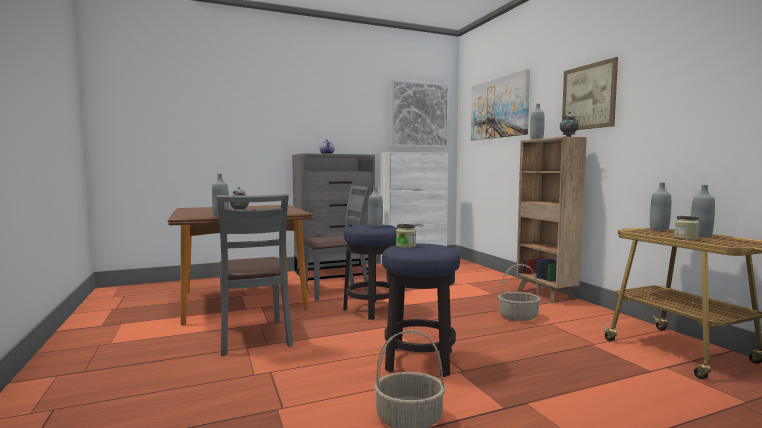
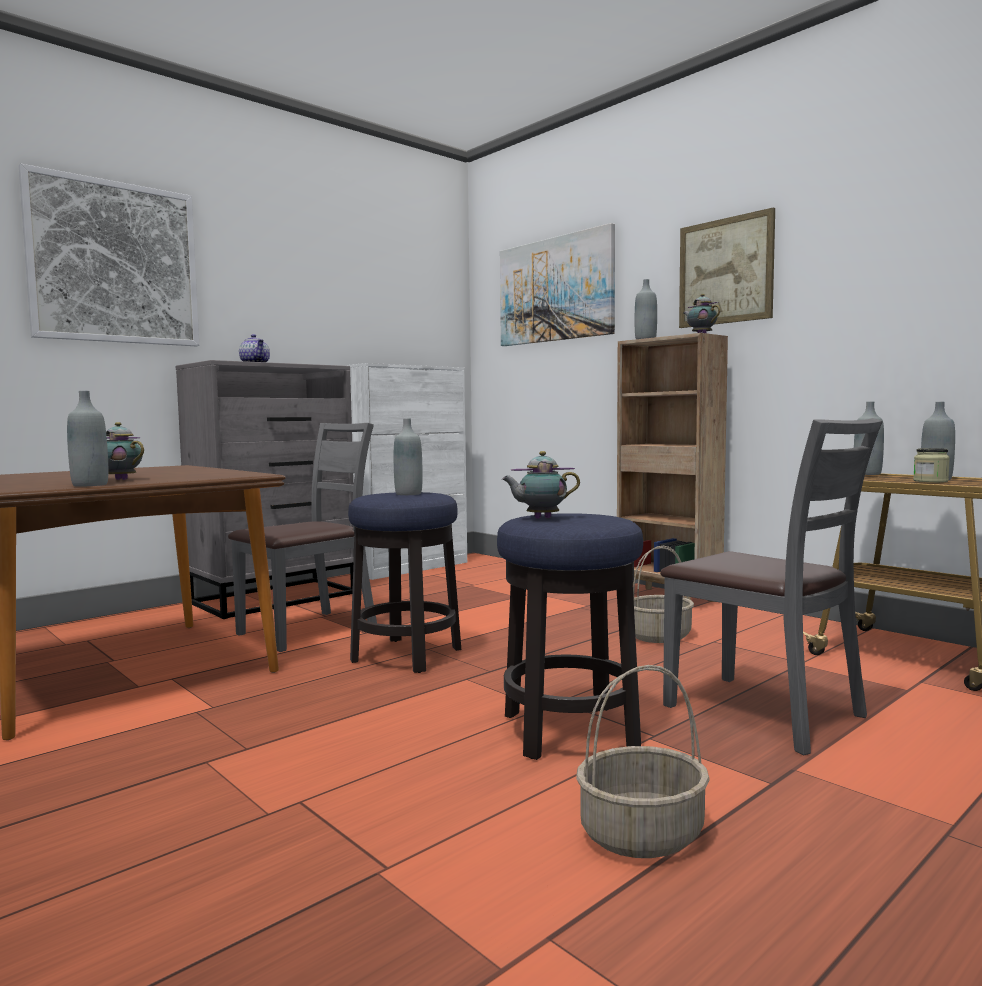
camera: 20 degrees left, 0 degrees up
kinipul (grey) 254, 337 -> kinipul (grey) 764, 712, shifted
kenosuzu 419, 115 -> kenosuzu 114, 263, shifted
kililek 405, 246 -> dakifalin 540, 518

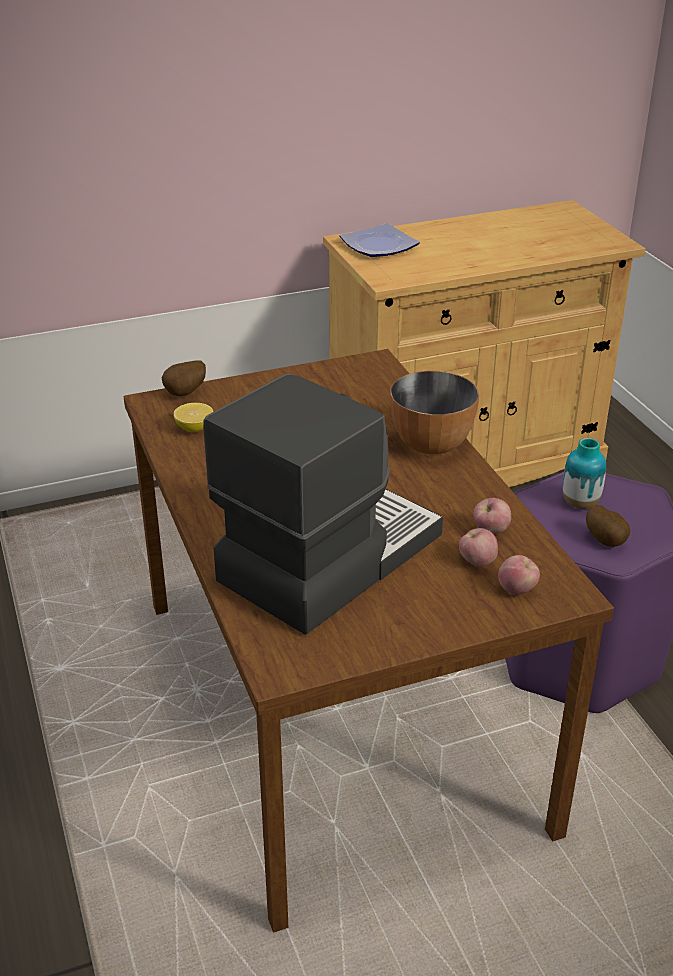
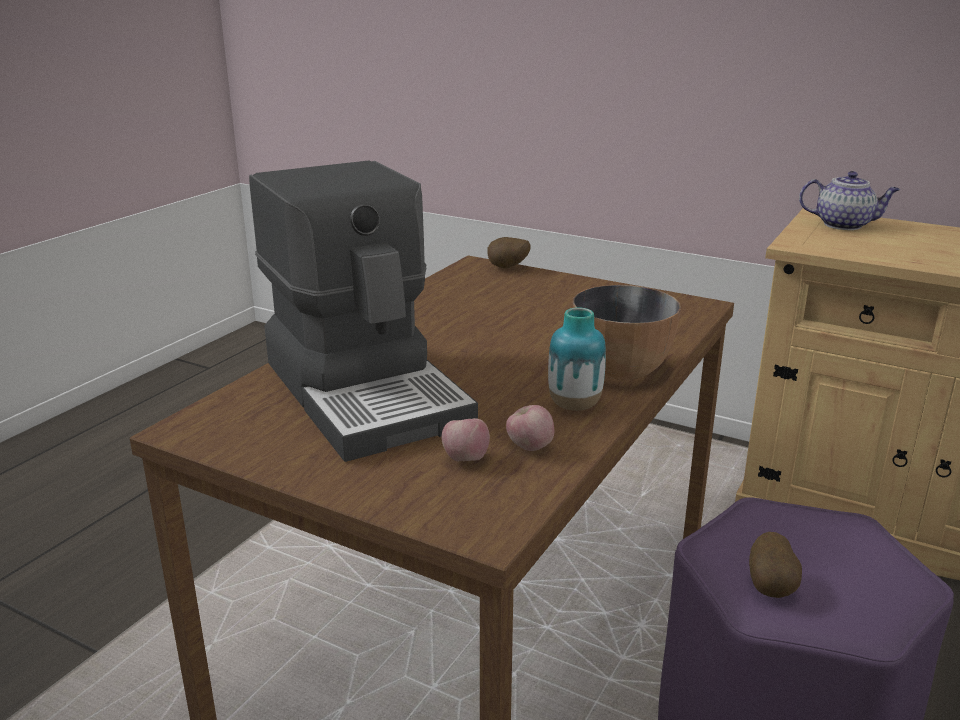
camera: 50 degrees right, 10 degrees down
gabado 194, 428 -> none
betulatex 327, 557 -> betulatex 368, 391, 60 degrees clockwise
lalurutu 379, 245 -> dakifalin 844, 225
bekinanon 517, 589 -> none
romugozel 580, 503 -> romugozel 574, 405, shifted

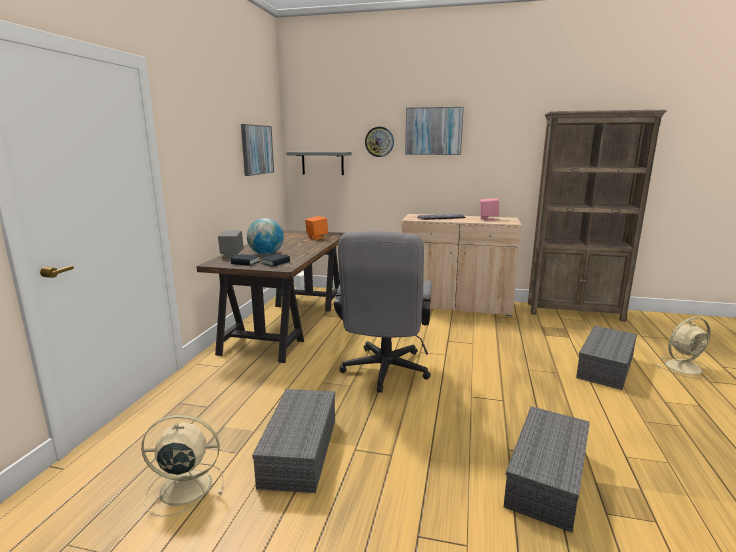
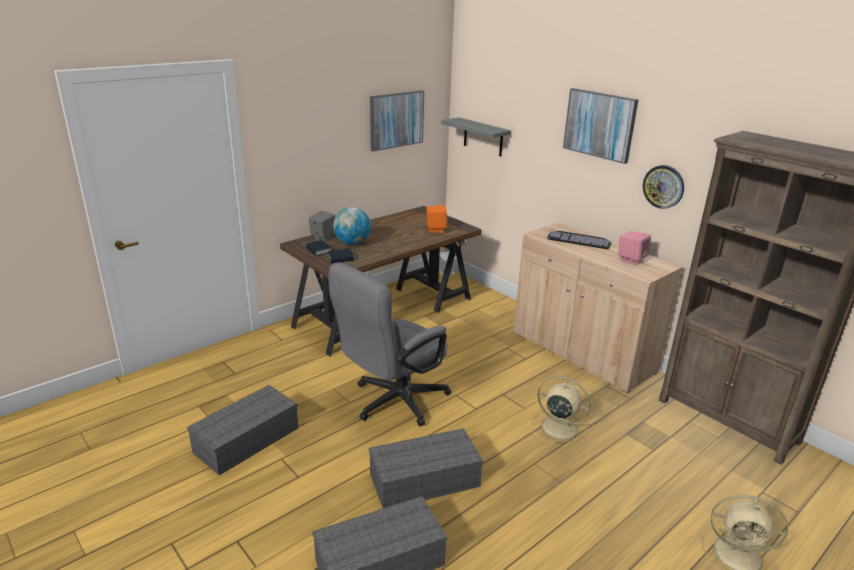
camera: 35 degrees right, 10 degrees up
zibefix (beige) 183, 487 -> zibefix (beige) 557, 427, shifted
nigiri 379, 142 -> nigiri 663, 186, shifted
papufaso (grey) 606, 368 -> papufaso (grey) 423, 481, shifted

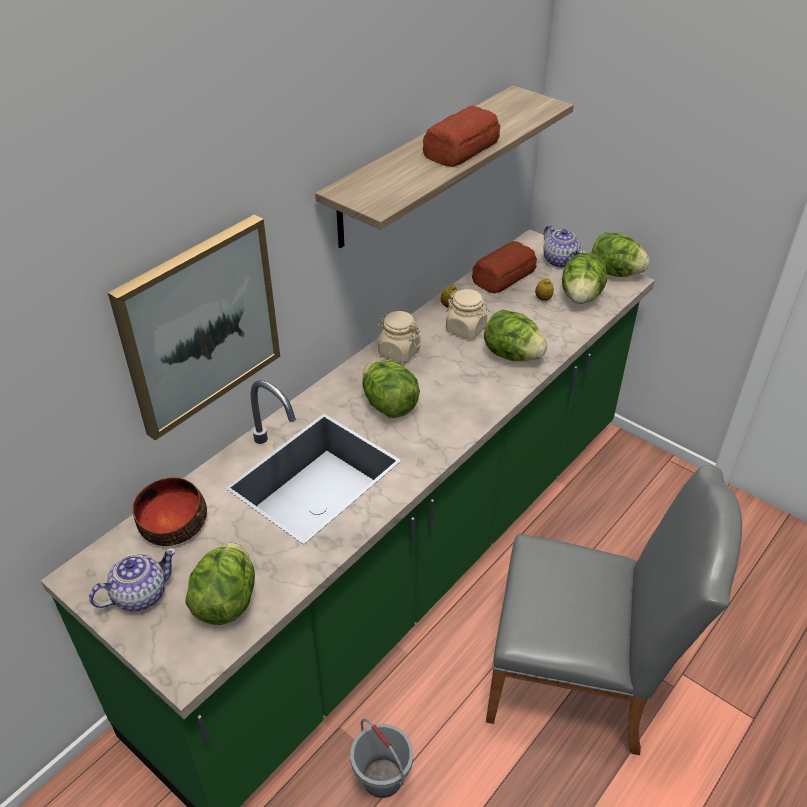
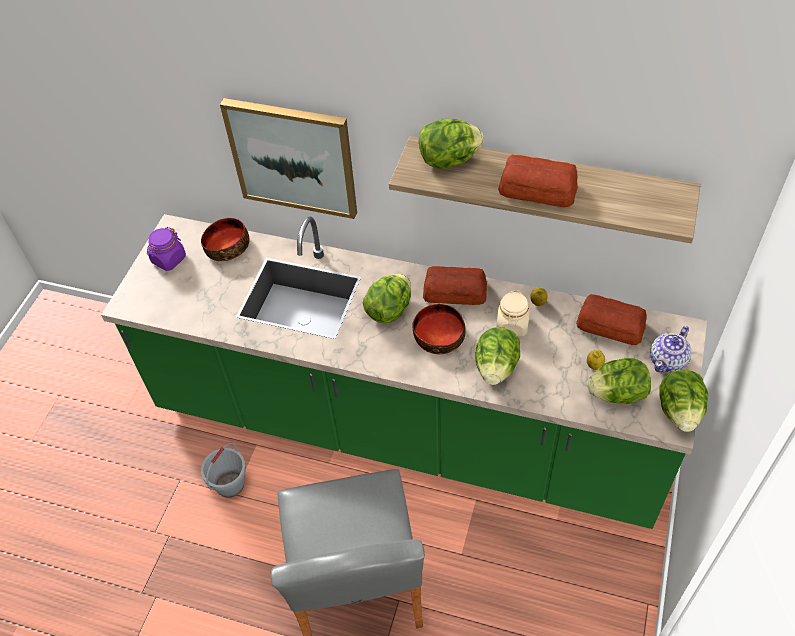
camera: 70 degrees right, 10 degrees up
dakifalin 139, 594 -> kililek (purple) 168, 259
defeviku 226, 601 -> defeviku 448, 160, shifted
kililek (beige) 399, 351 -> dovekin 455, 292
none -> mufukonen 438, 336

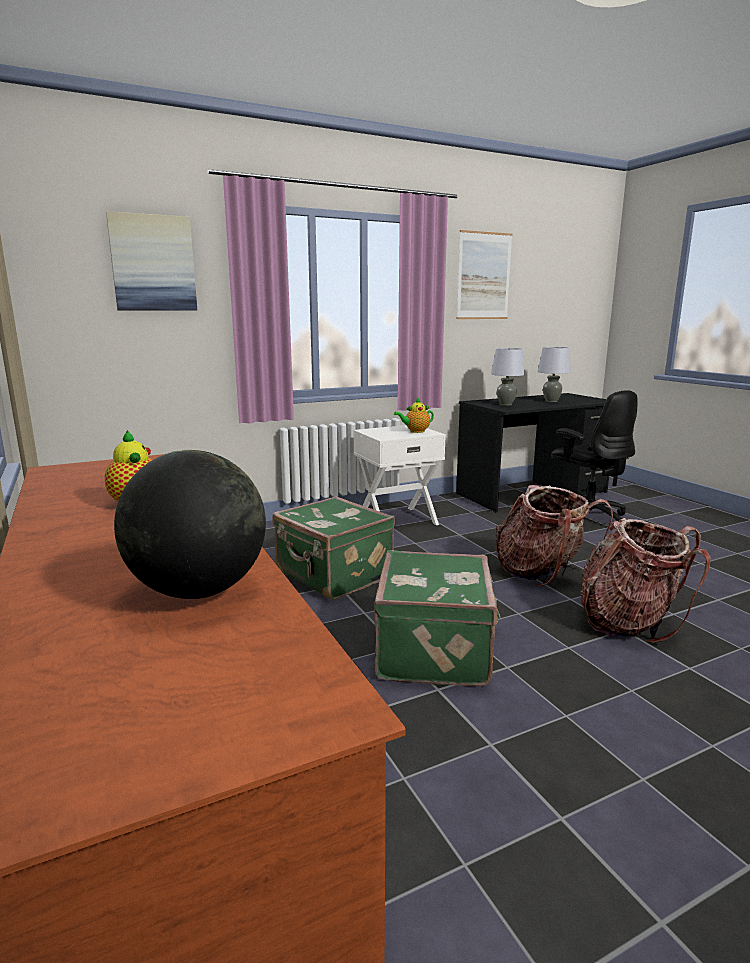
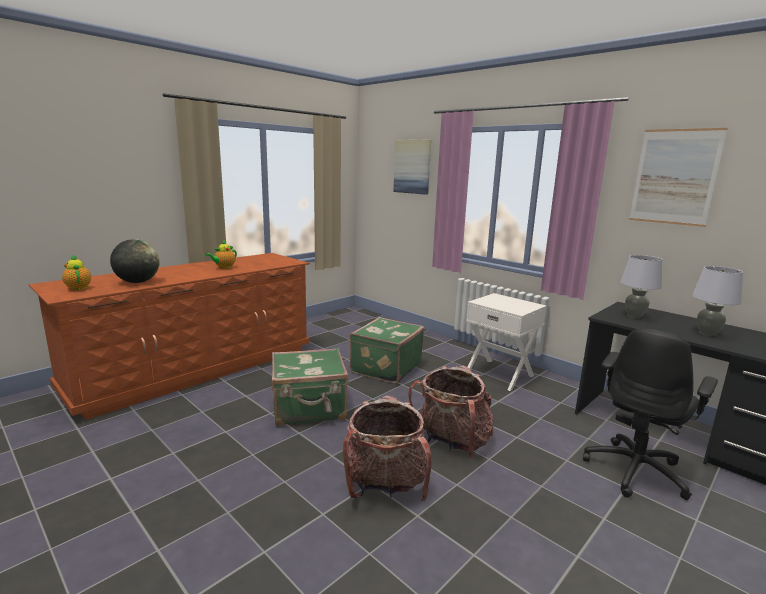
camera: 70 degrees right, 0 degrees up
dakifalin 415, 431 -> dakifalin 78, 287, shifted

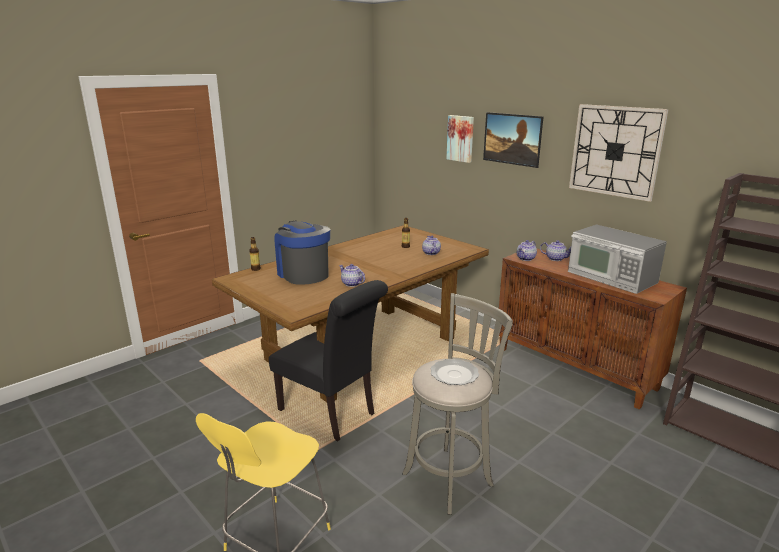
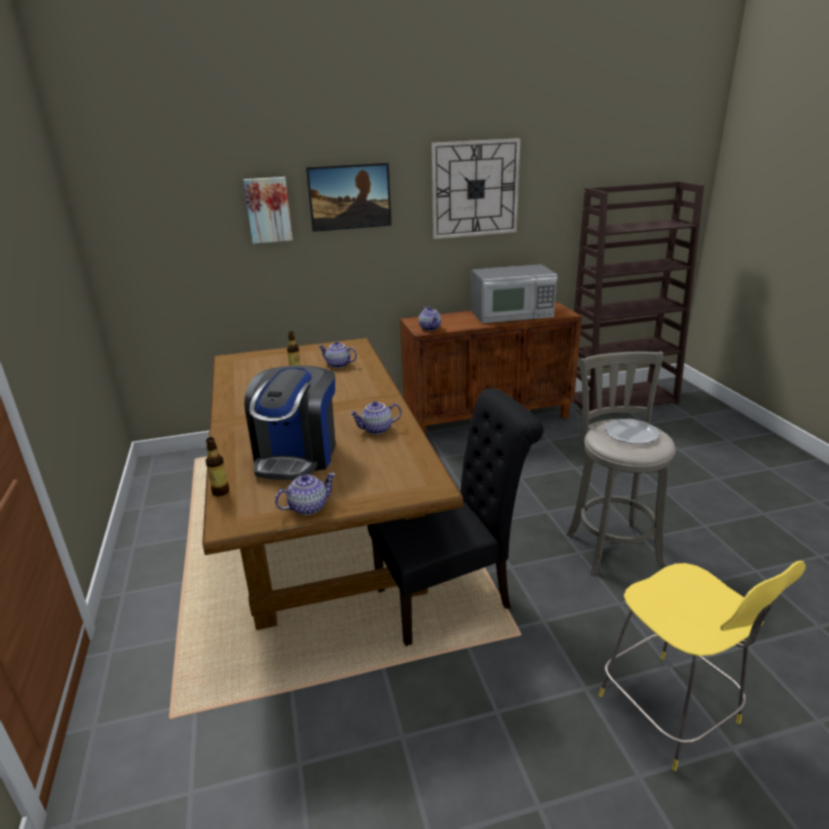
camera: 60 degrees left, 5 degrees up
betulatex 303, 274 -> betulatex 297, 456, 75 degrees counterclockwise
dakifalin 555, 258 -> dakifalin 307, 507, shifted

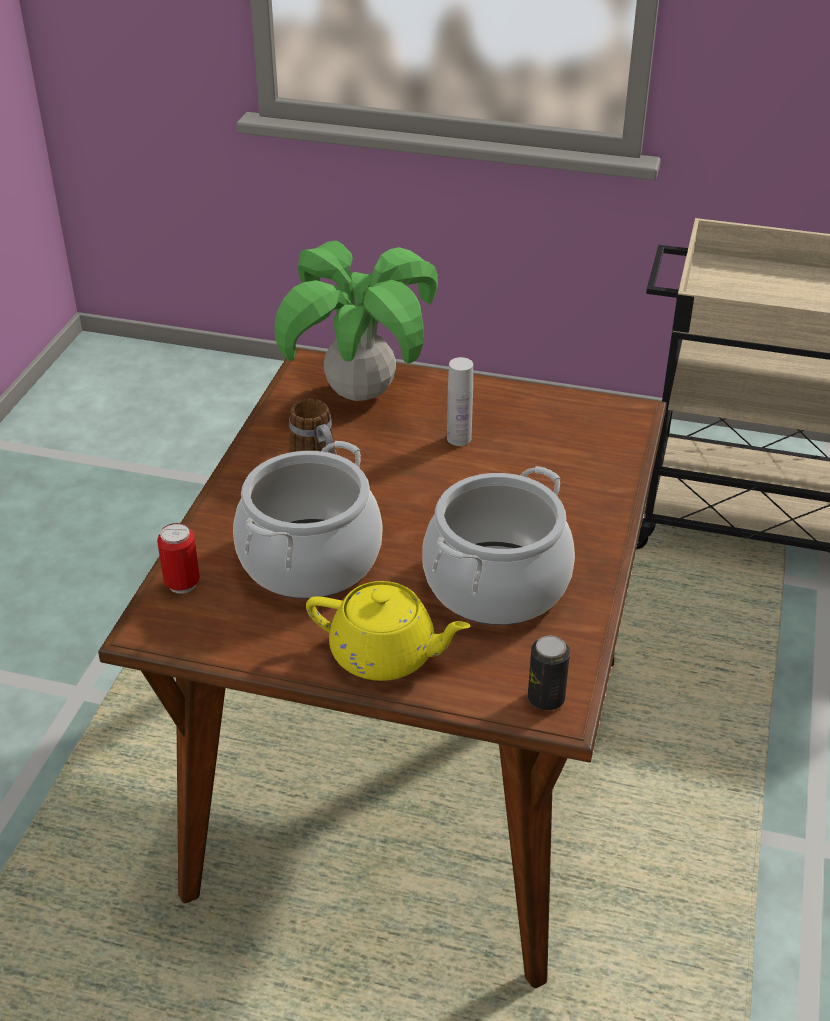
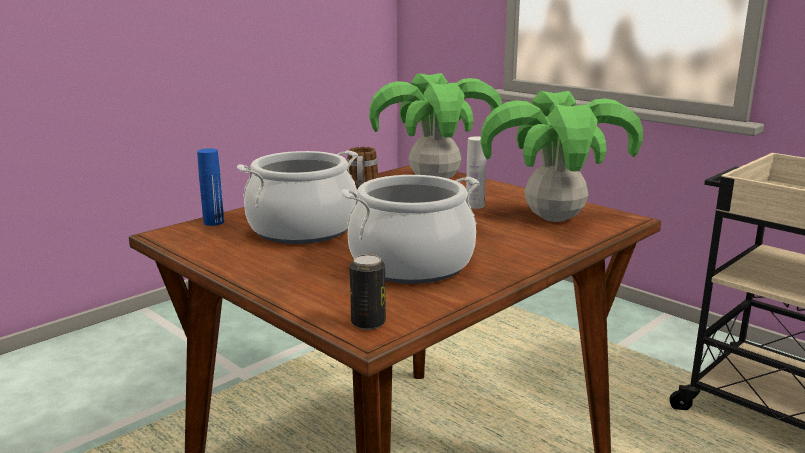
camera: 30 degrees right, 20 degrees down
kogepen 182, 584 -> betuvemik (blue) 214, 222
dakifalin (yellow) 385, 655 -> none
none -> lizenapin 553, 218

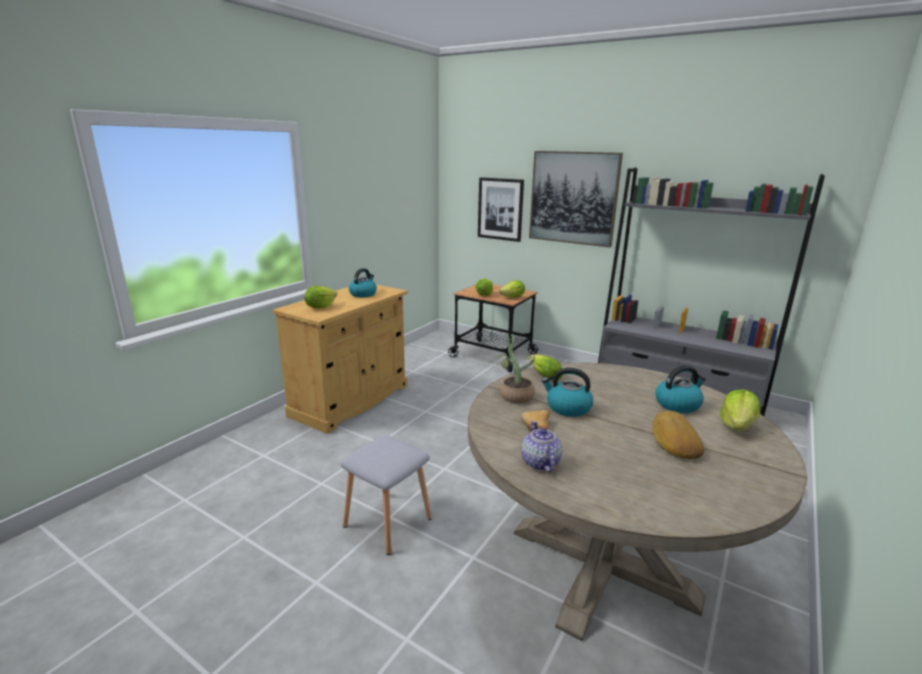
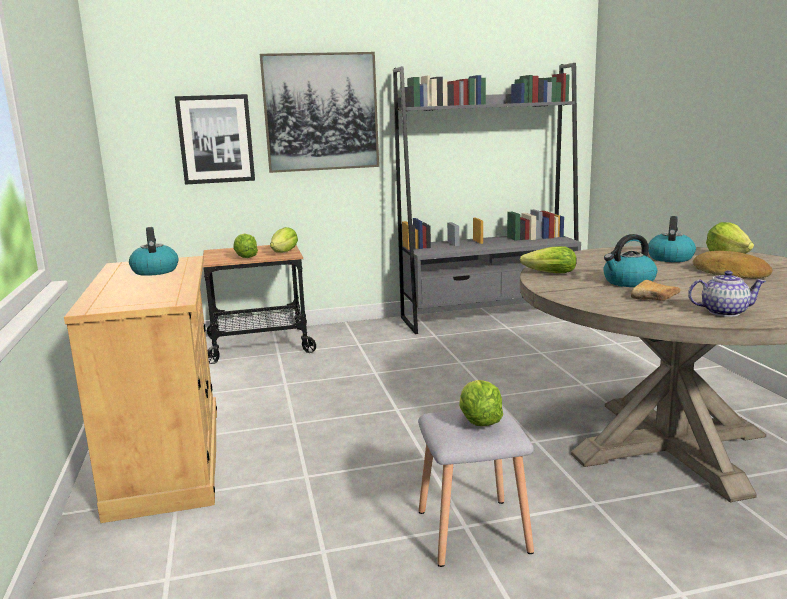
camera: 45 degrees left, 5 degrees down
defeviku 320, 307 -> defeviku 479, 422, shifted
lizenapin 513, 395 -> none
dakifalin 540, 463 -> dakifalin 723, 312, 150 degrees clockwise

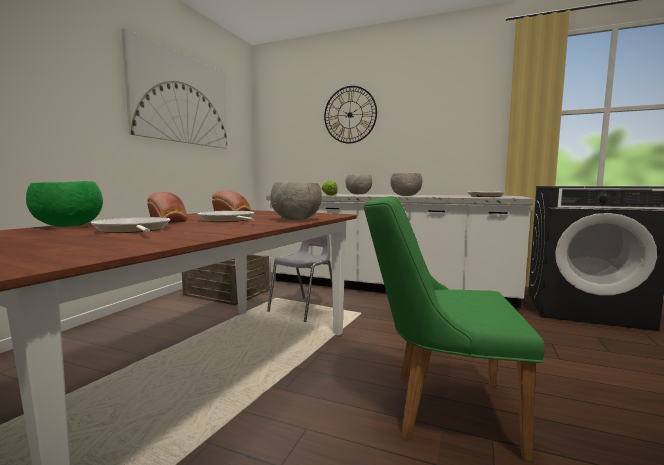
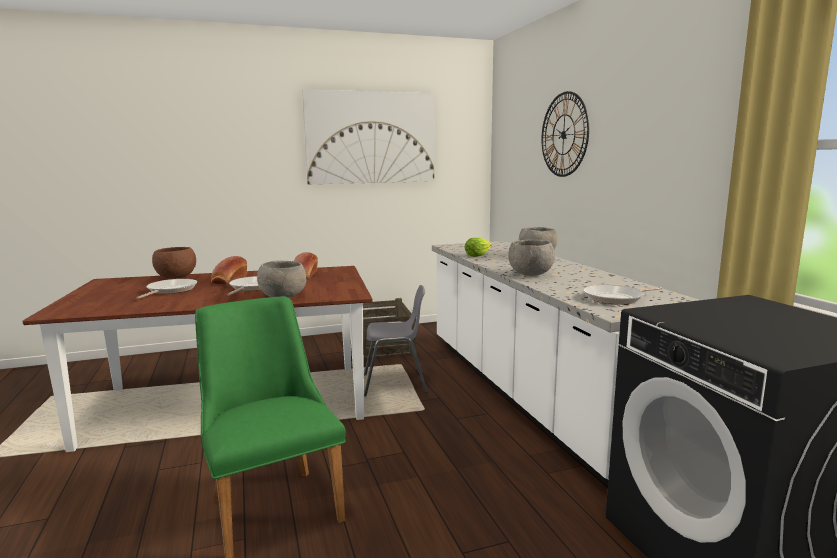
camera: 50 degrees right, 5 degrees up
mufukonen (green) 69, 226 -> mufukonen (brown) 176, 277

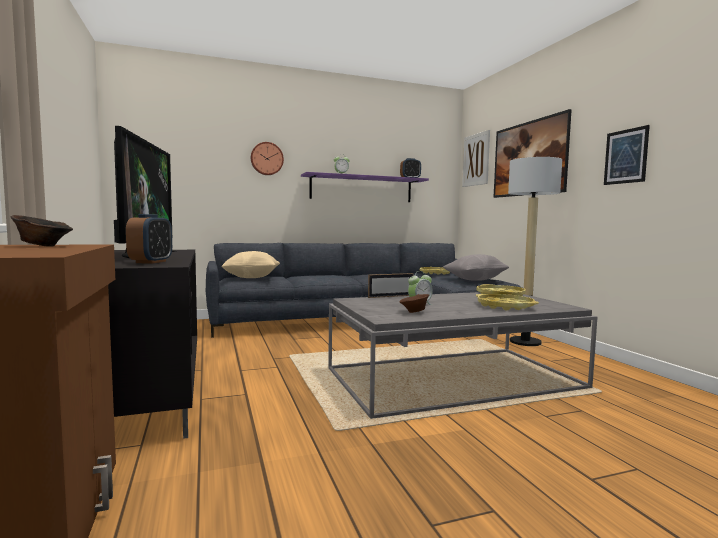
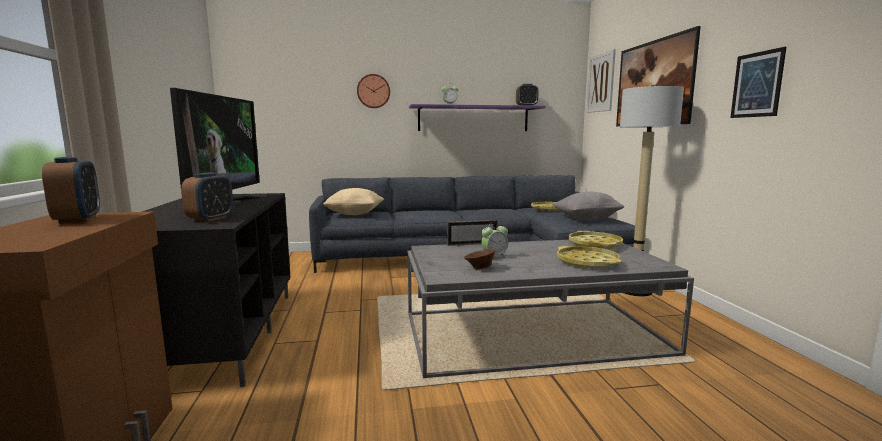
camera: 10 degrees right, 5 degrees up
mufukonen (brown) 43, 246 -> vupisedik 78, 219

